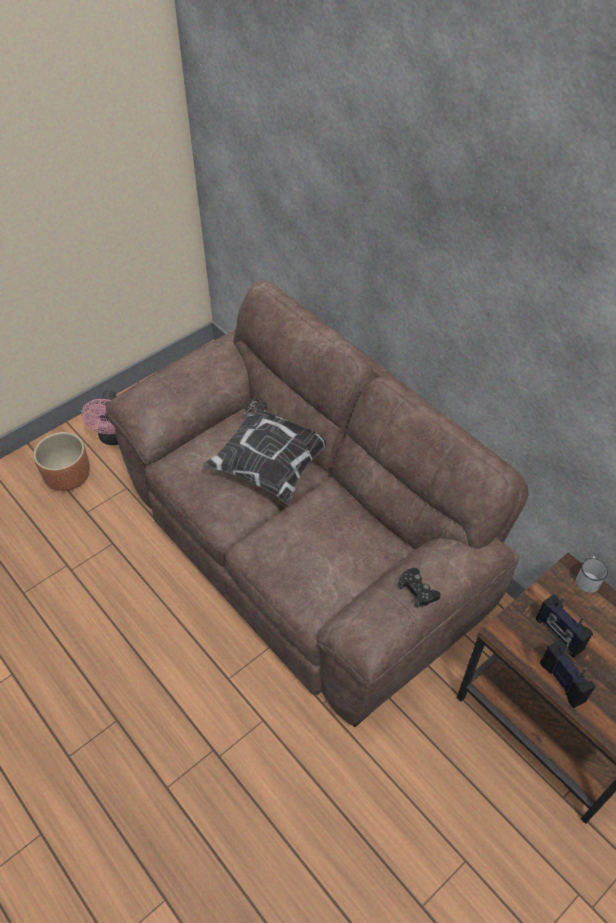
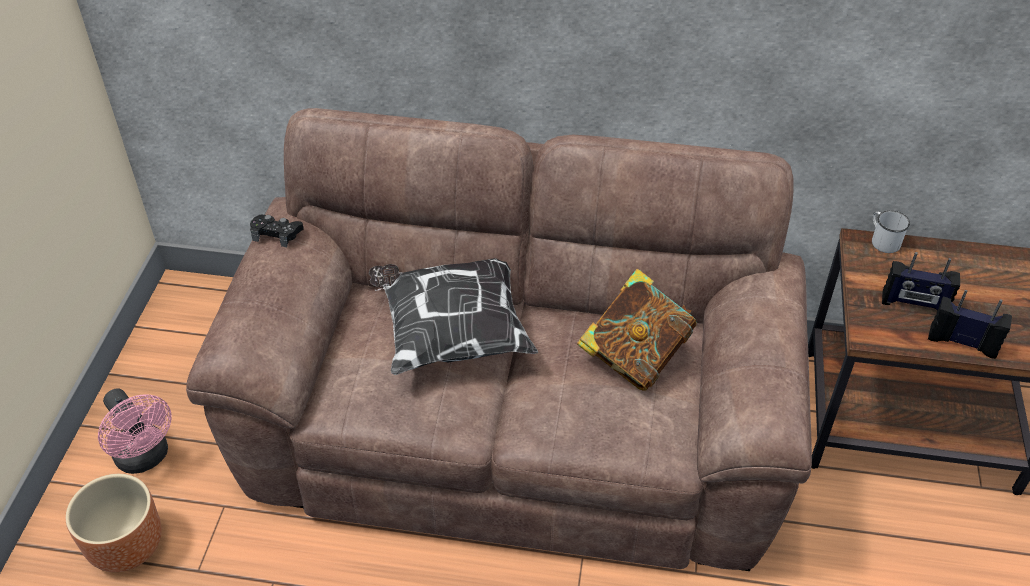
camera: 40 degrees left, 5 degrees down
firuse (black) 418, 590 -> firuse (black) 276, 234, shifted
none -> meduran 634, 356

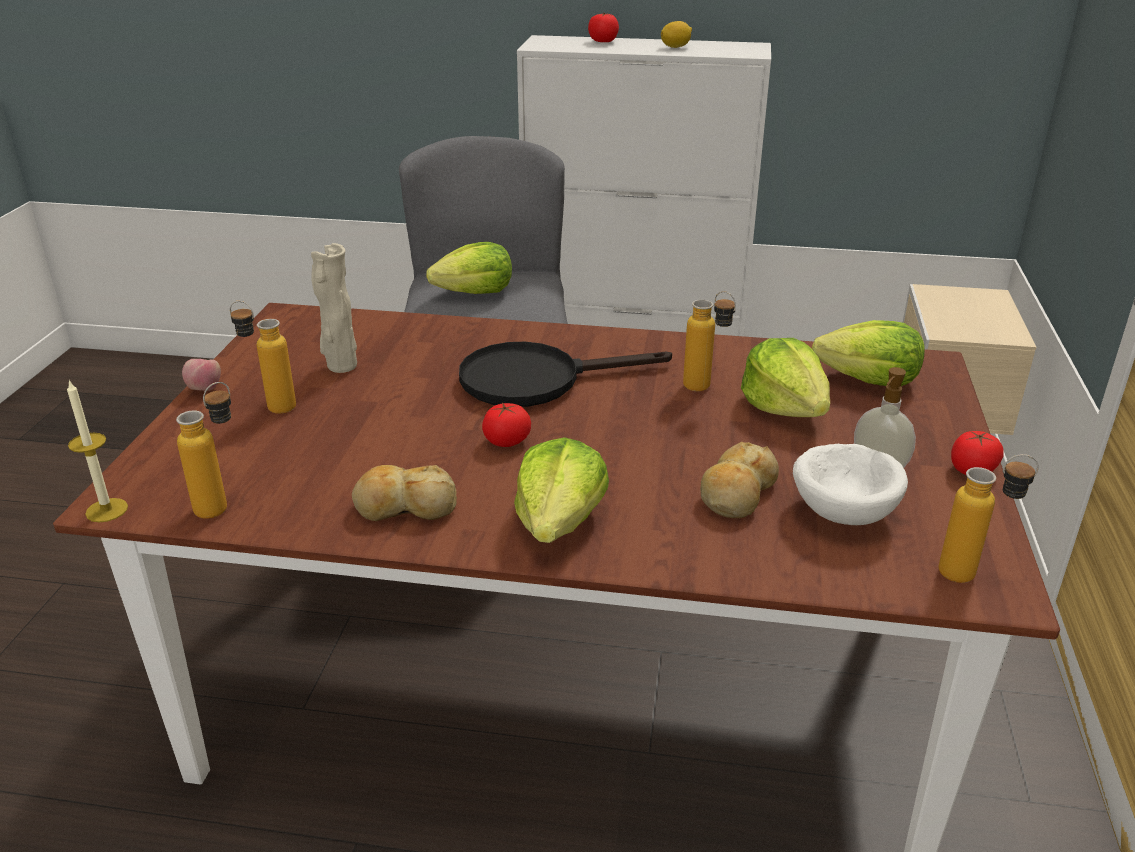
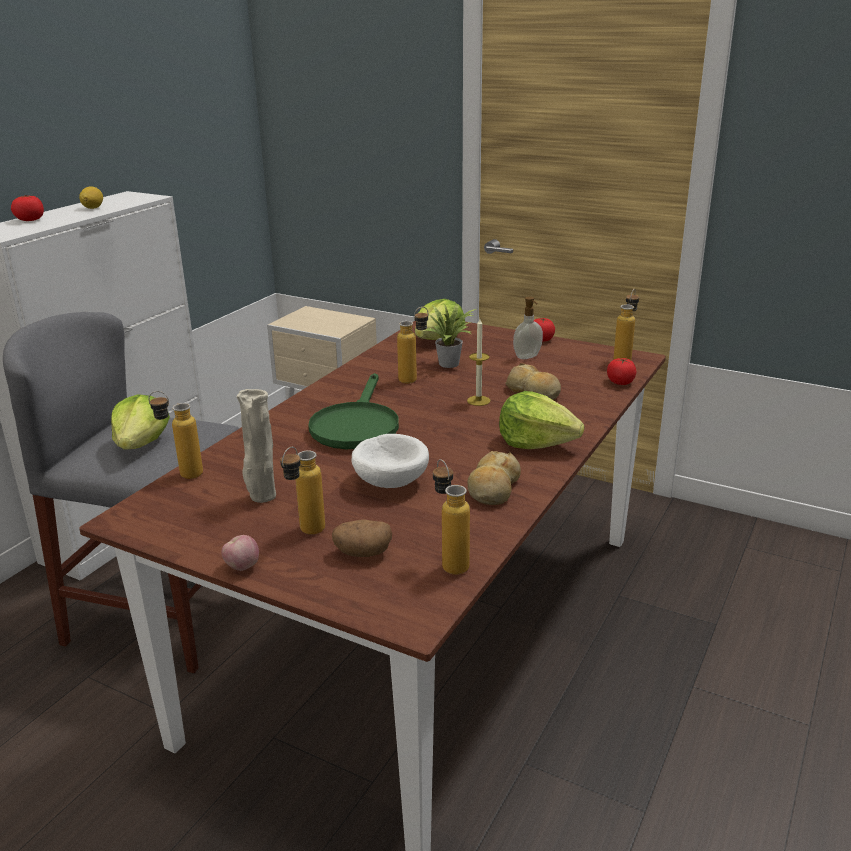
camera: 70 degrees left, 5 degrees down
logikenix 106, 510 -> logikenix 478, 400, shifted
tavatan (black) 536, 379 -> tavatan (green) 356, 425
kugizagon 507, 441 -> kugizagon 620, 382, shifted
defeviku 785, 407 -> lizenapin 451, 364
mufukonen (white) 844, 510 -> mufukonen (white) 390, 481, shifted
none -> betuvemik 182, 474
none -> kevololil 362, 553

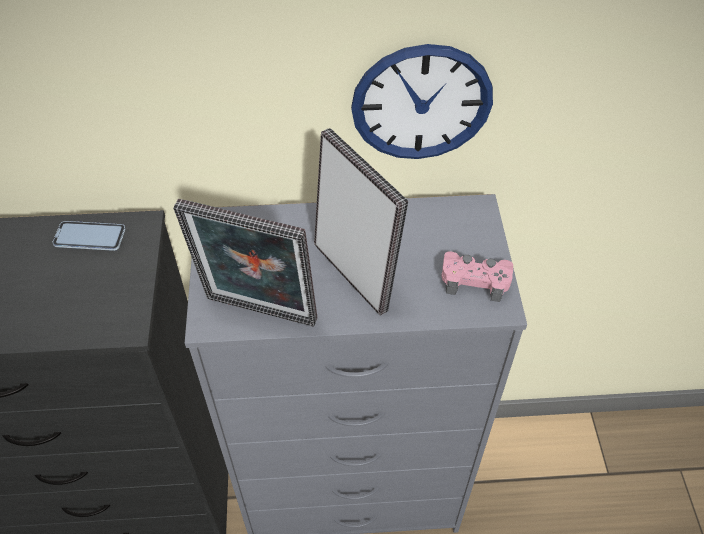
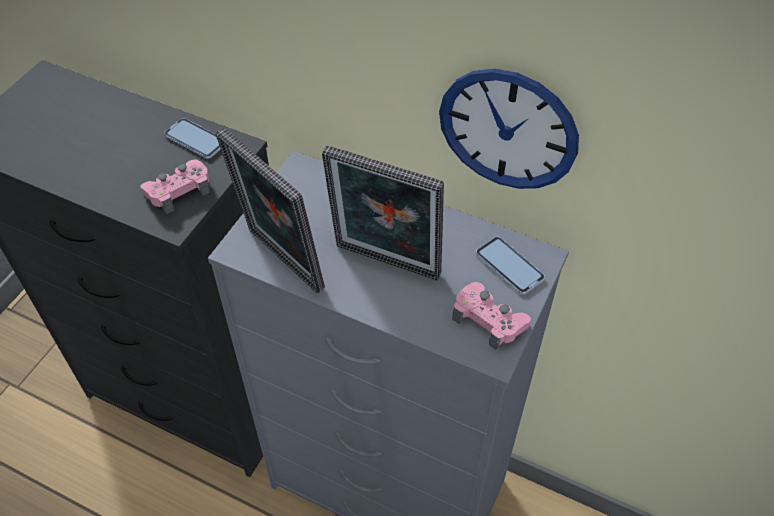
camera: 30 degrees right, 0 degrees up
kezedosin 355, 273 -> kezedosin 385, 265, 120 degrees clockwise
none -> firuse (pink) 178, 190
none -> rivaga 509, 266

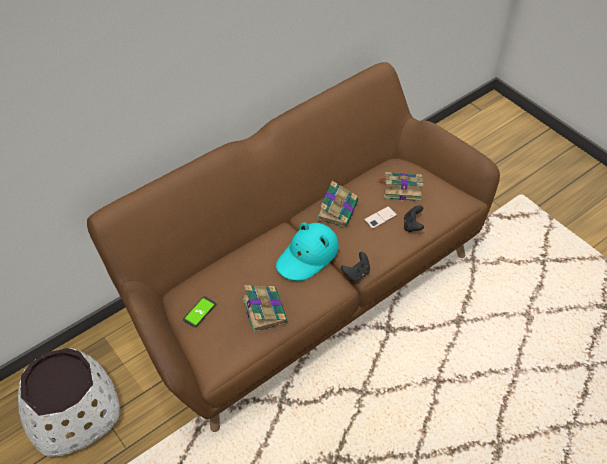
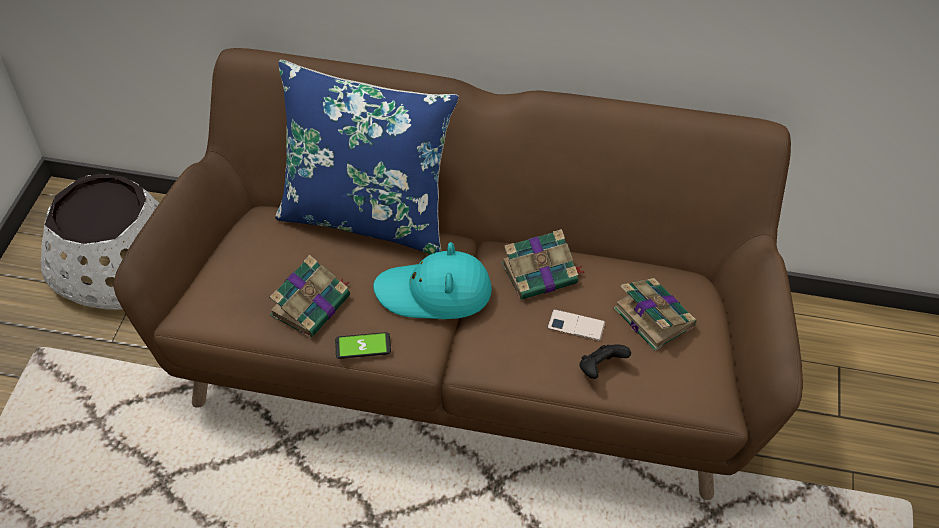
camera: 50 degrees right, 0 degrees up
rivaga 199, 312 -> rivaga 363, 346, shifted
firuse (black) 356, 273 -> none
none -> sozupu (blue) 367, 216

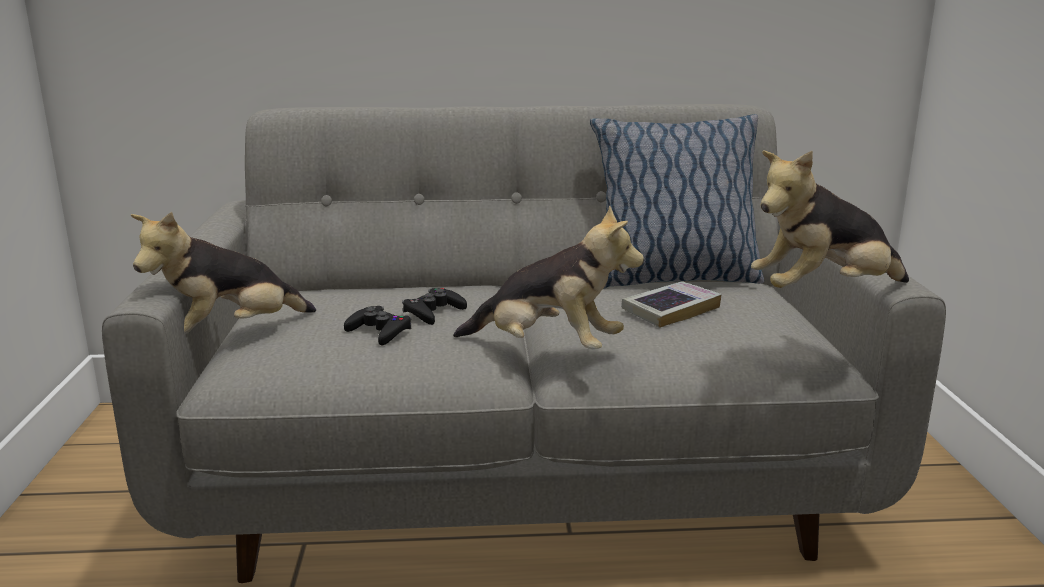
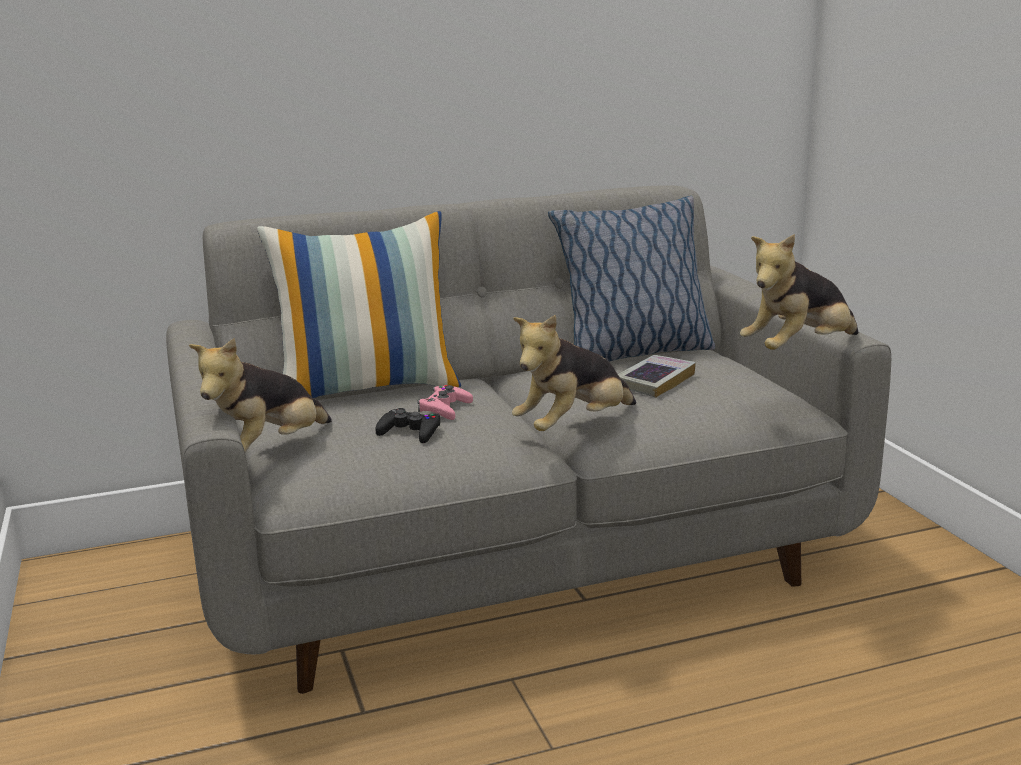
camera: 15 degrees left, 0 degrees up
firuse (black) 433, 312 -> firuse (pink) 445, 409
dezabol 548, 348 -> dezabol 574, 427, 135 degrees clockwise
none -> sozupu 368, 388

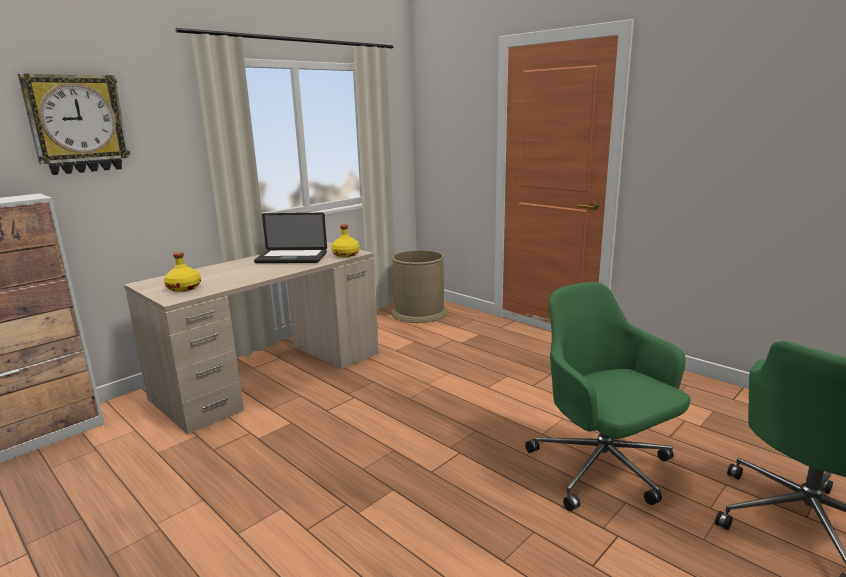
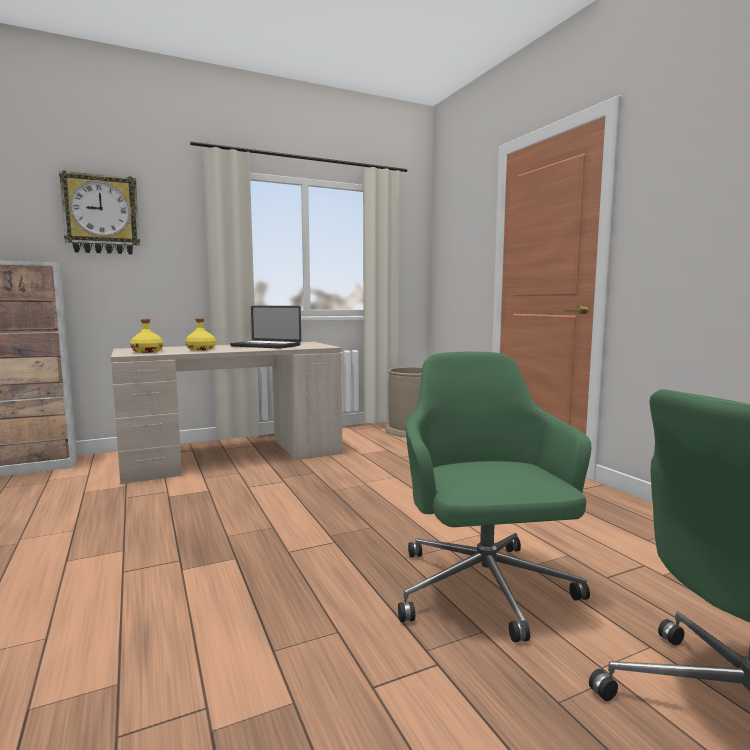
camera: 20 degrees right, 10 degrees down
betuvemik (yellow) 345, 254 -> betuvemik (yellow) 200, 349, shifted

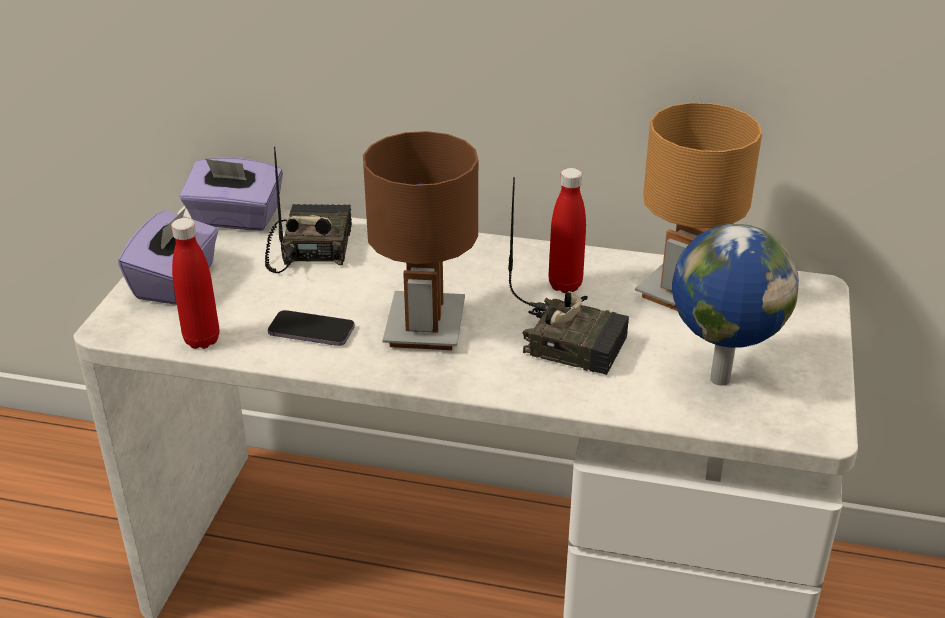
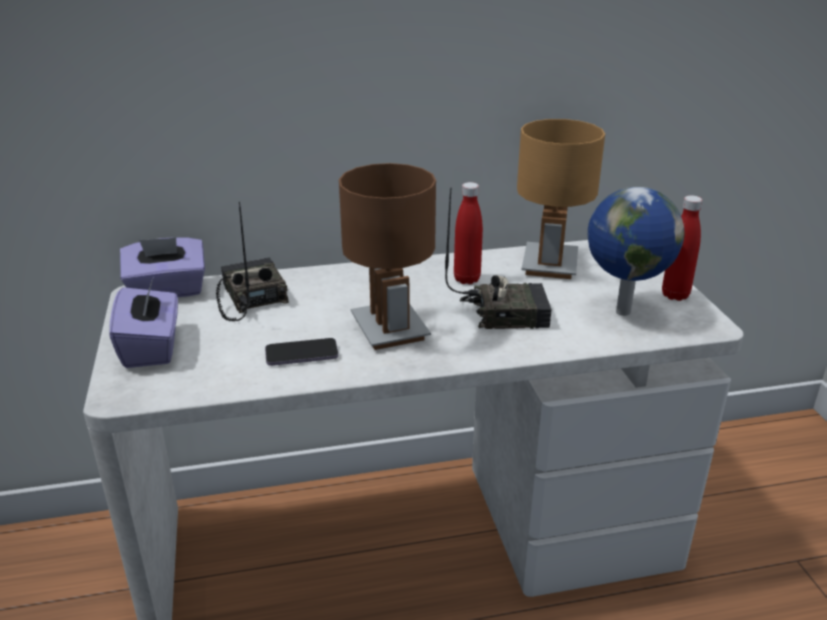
camera: 25 degrees left, 5 degrees down
betuvemik (red) 202, 340 -> betuvemik (red) 675, 295, shifted

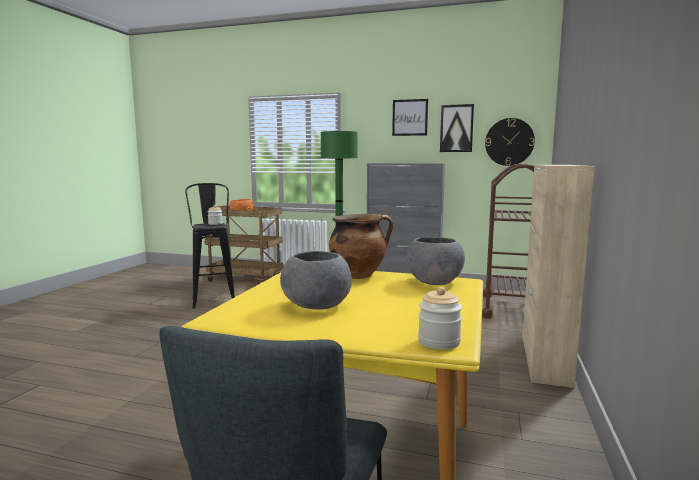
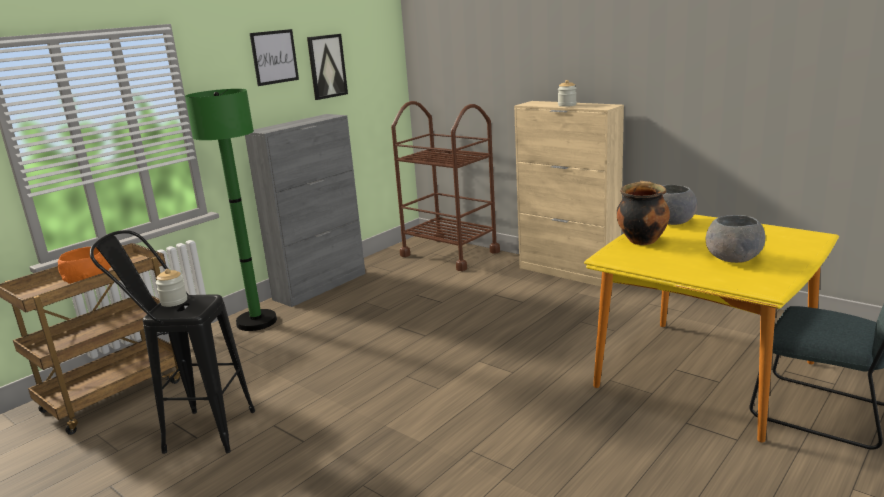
camera: 65 degrees left, 10 degrees up
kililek 439, 342 -> kililek 567, 105, shifted
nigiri 509, 142 -> none

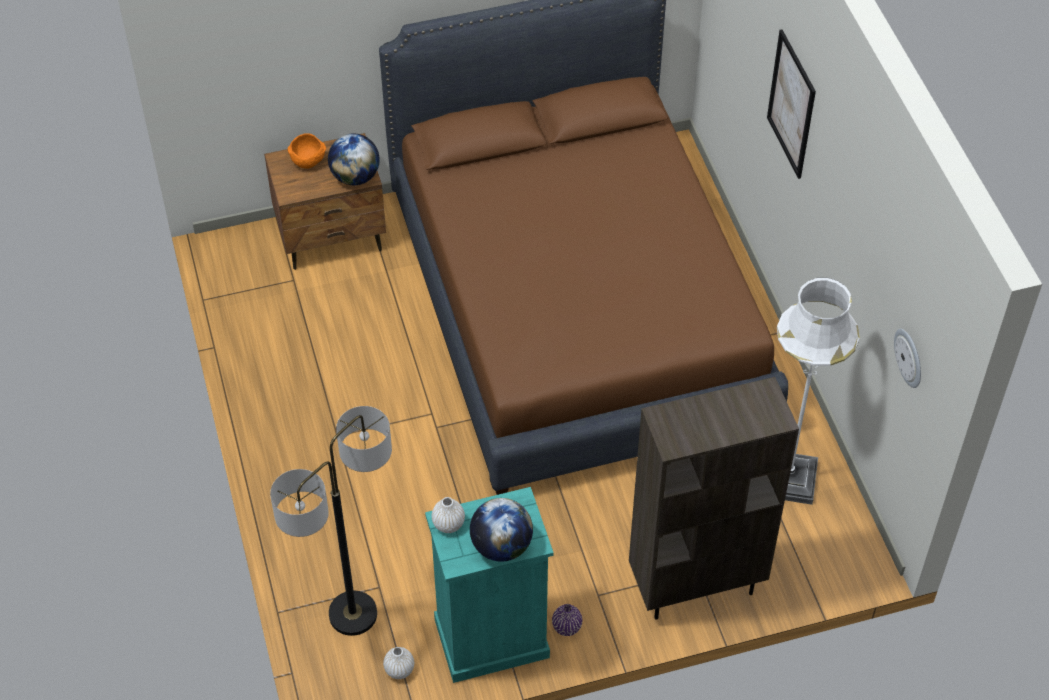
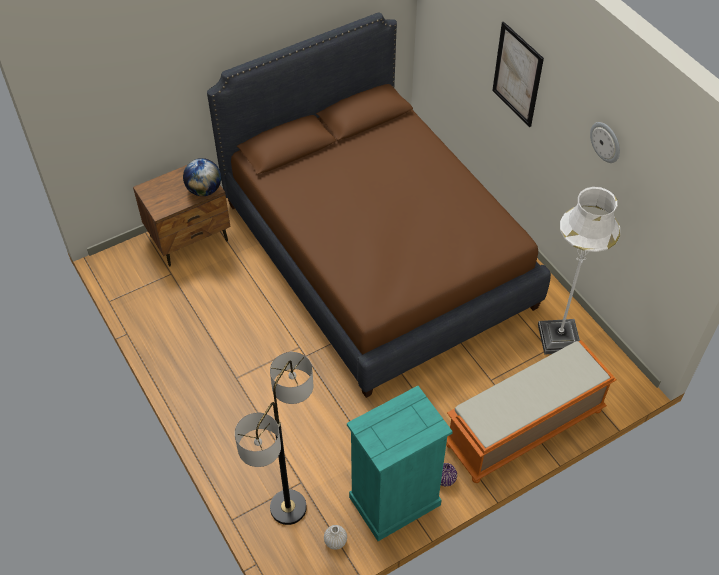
camera: 15 degrees left, 0 degrees up
mufukonen (orange) 308, 161 -> none
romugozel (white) 448, 524 -> none
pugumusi 501, 546 -> none
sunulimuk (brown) 695, 588 -> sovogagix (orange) 524, 429
nigiri 909, 357 -> nigiri 606, 142, shifted

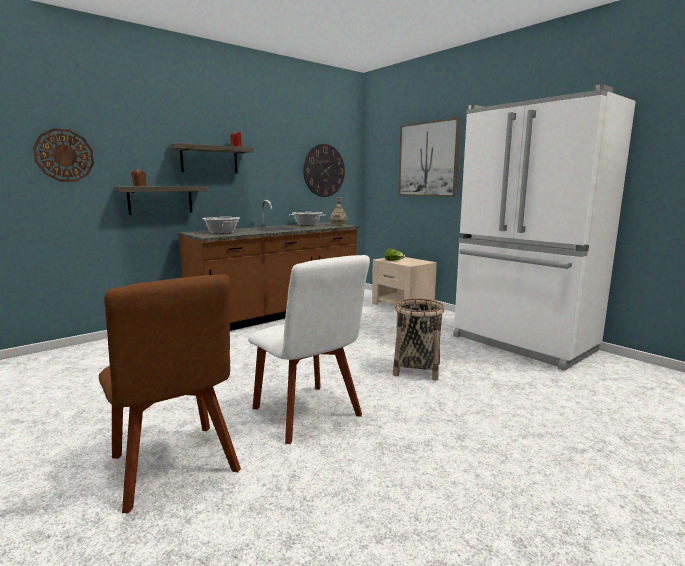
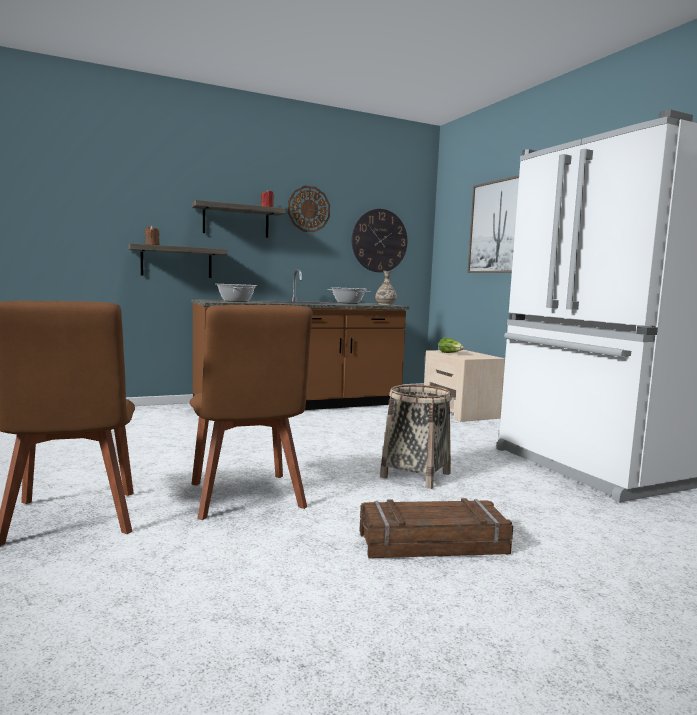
camera: 15 degrees right, 5 degrees down
nigiri 64, 155 -> nigiri 308, 209, shifted
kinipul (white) 309, 414 -> kinipul (brown) 247, 498
none -> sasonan 432, 543

